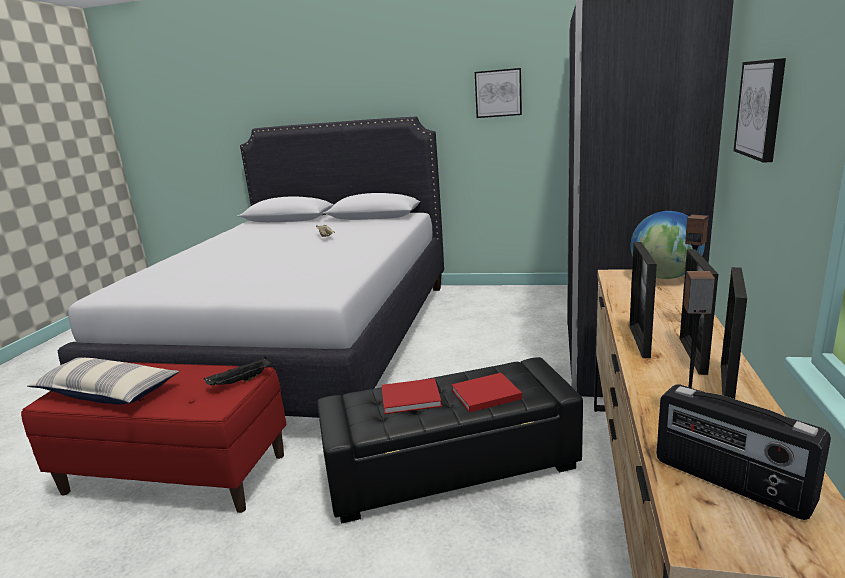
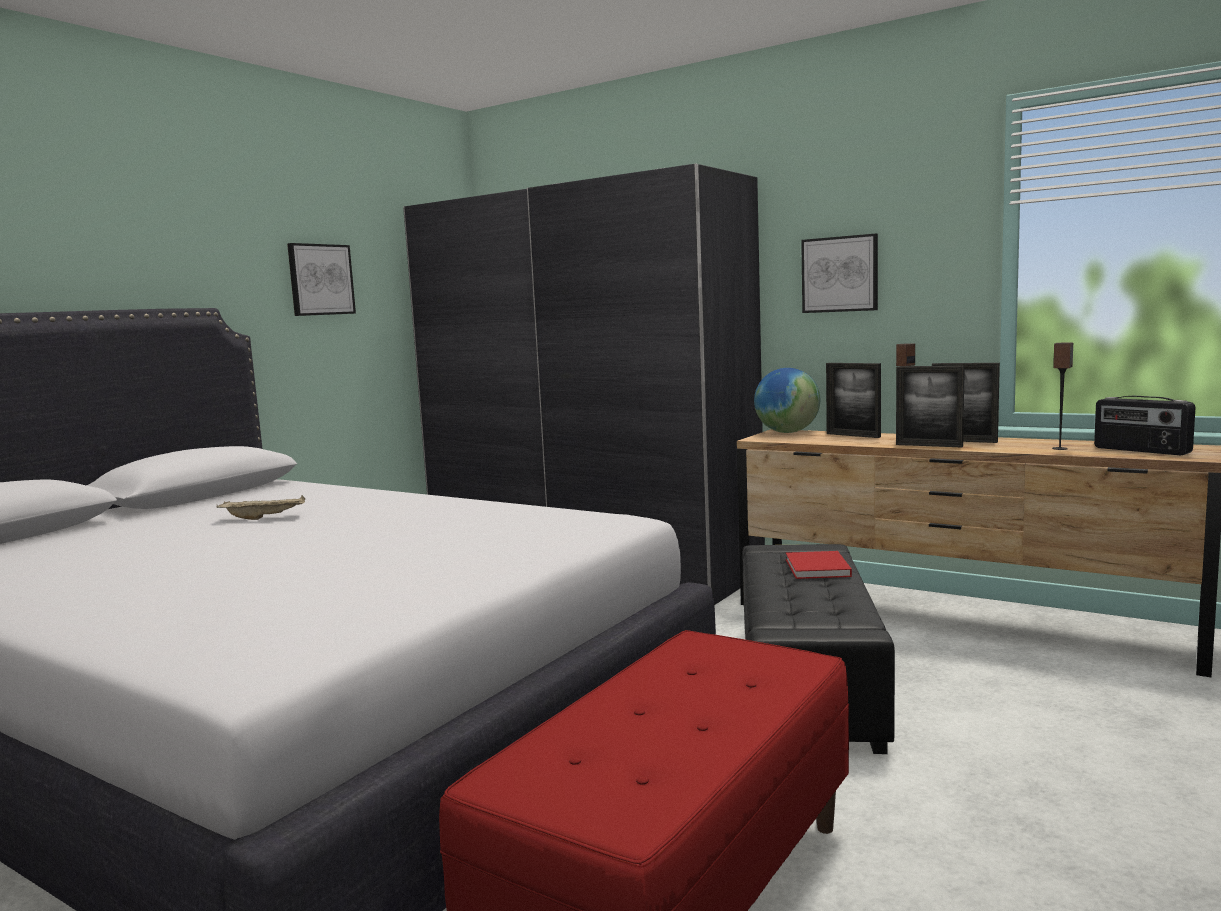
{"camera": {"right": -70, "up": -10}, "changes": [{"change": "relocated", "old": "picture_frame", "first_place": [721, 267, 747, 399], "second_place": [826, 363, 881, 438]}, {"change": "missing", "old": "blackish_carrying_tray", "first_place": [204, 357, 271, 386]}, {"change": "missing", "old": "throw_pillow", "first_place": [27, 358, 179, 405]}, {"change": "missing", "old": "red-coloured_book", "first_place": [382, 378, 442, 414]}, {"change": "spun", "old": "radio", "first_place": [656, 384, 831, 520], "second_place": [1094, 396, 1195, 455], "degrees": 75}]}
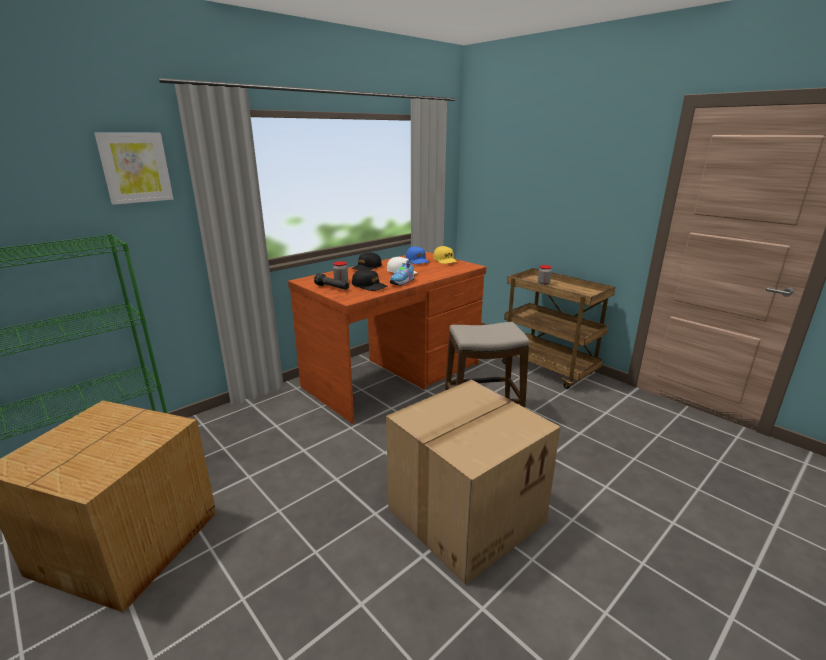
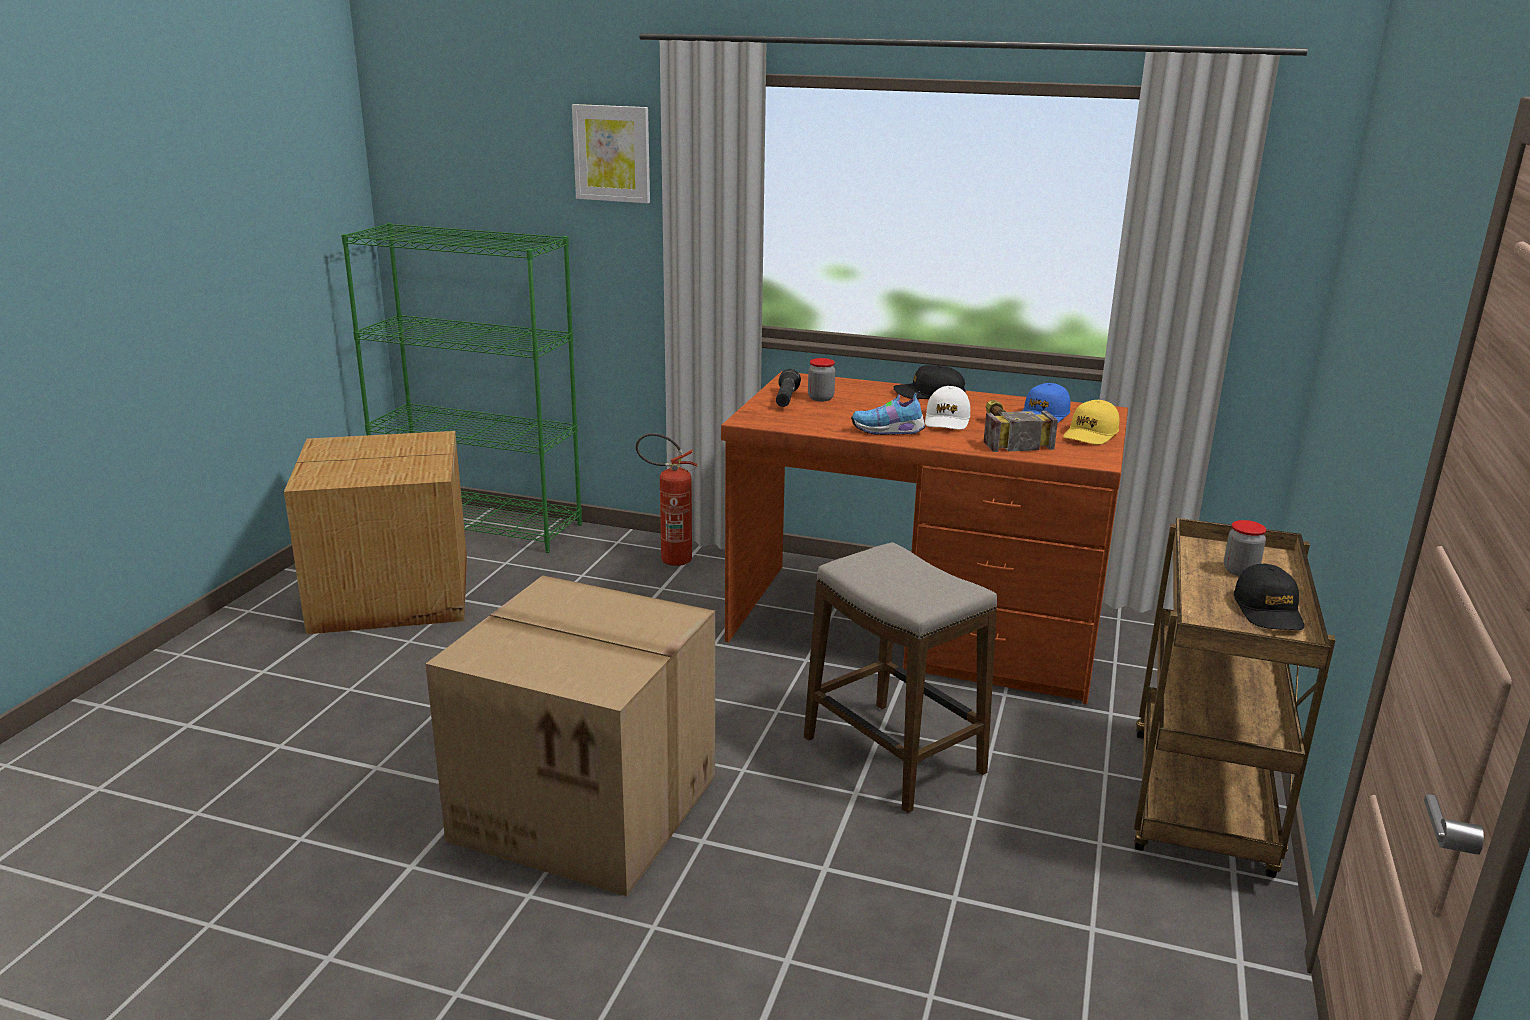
{"camera": {"right": 60, "up": 0}, "changes": [{"change": "relocated", "old": "blackish_baseball_cap", "first_place": [352, 269, 387, 291], "second_place": [1234, 564, 1304, 630]}, {"change": "appeared", "new": "tool_hammer", "second_place": [983, 400, 1058, 452]}, {"change": "appeared", "new": "extinguisher", "second_place": [636, 433, 698, 566]}]}
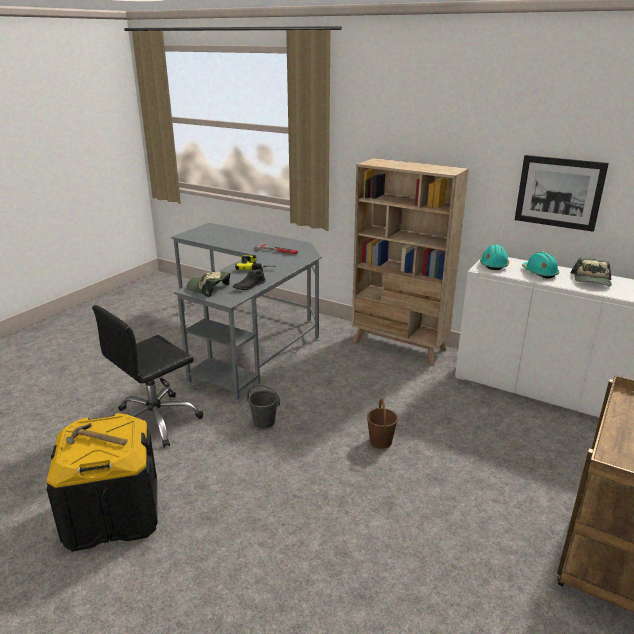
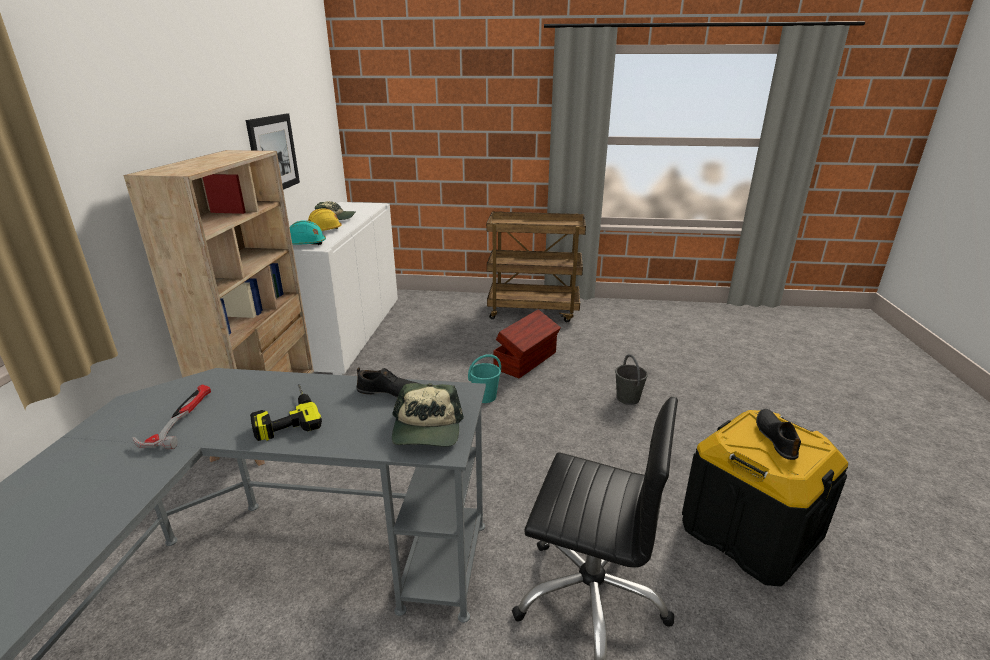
{"camera": {"right": -115, "up": 0}, "changes": [{"change": "colour", "old": "turquoise_work_helmet", "new": "yellow-coloured_work_helmet", "first_place": [522, 252, 559, 278], "second_place": [308, 208, 342, 231]}, {"change": "relocated", "old": "grey_bucket", "first_place": [247, 384, 280, 429], "second_place": [615, 354, 648, 405]}, {"change": "colour", "old": "brown-coloured_bucket", "new": "turquoise_bucket", "first_place": [367, 399, 398, 449], "second_place": [468, 354, 501, 403]}, {"change": "exchanged", "old": "tool_hammer", "new": "blackish_low_shoe", "first_place": [66, 423, 127, 445], "second_place": [756, 409, 801, 460]}, {"change": "appeared", "new": "brown-coloured_storage_bin", "second_place": [493, 309, 561, 378]}]}
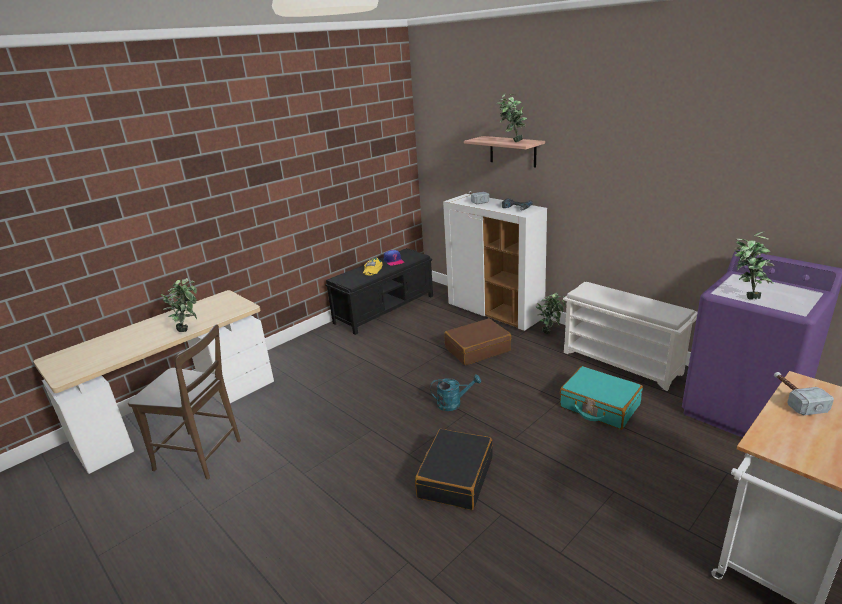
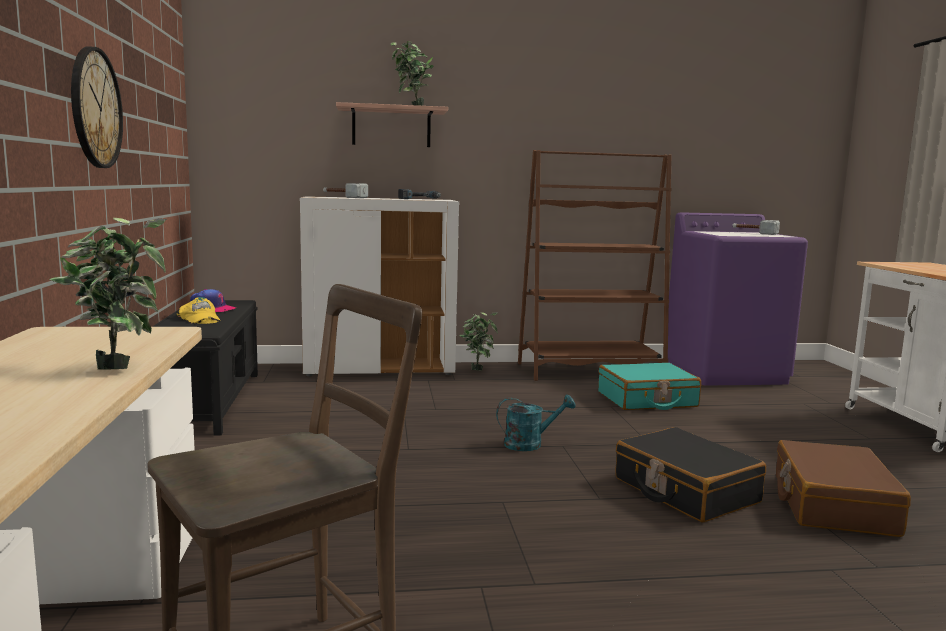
{"camera": {"right": -55, "up": -15}, "changes": [{"change": "missing", "old": "plant_in_a_pot", "first_place": [734, 231, 774, 300]}, {"change": "exchanged", "old": "white-coloured_shoe_shelf", "new": "brown-coloured_bookshelf", "first_place": [563, 282, 698, 391], "second_place": [518, 150, 671, 381]}, {"change": "relocated", "old": "brown-coloured_piece_of_luggage", "first_place": [444, 318, 511, 365], "second_place": [776, 440, 911, 537]}, {"change": "relocated", "old": "tool_hammer", "first_place": [774, 372, 834, 415], "second_place": [732, 220, 780, 235]}, {"change": "spun", "old": "turquoise_watering_can", "first_place": [430, 374, 481, 411], "second_place": [496, 394, 576, 451], "degrees": 45}, {"change": "appeared", "new": "clock_on_the_wall", "second_place": [71, 46, 123, 168]}]}
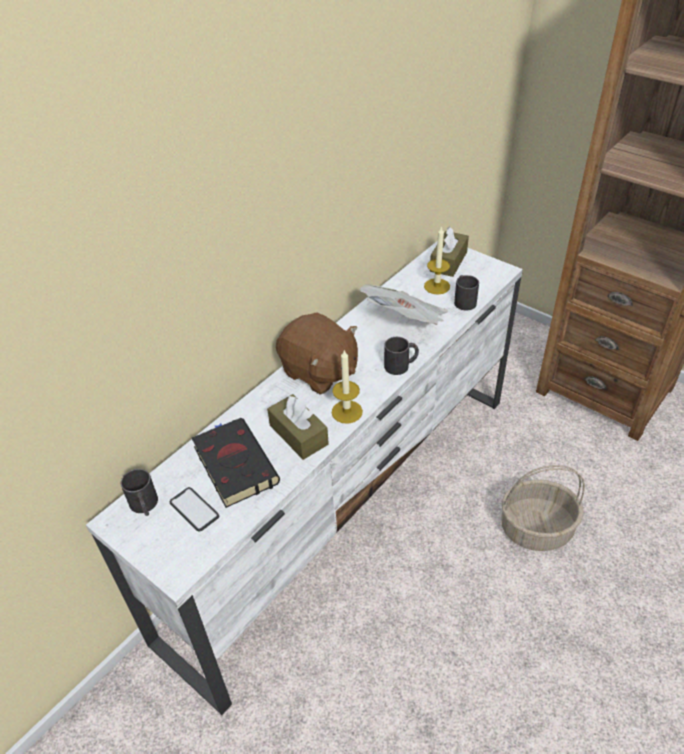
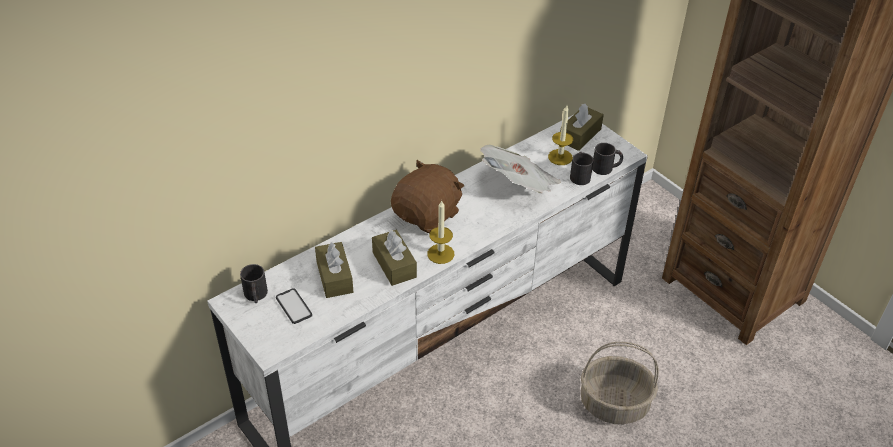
{"camera": {"right": 10, "up": 0}, "changes": [{"change": "spun", "old": "brown-coloured_cuddly_toy", "first_place": [276, 312, 358, 395], "second_place": [391, 160, 464, 233], "degrees": -105}, {"change": "relocated", "old": "blackish_mug", "first_place": [384, 337, 419, 375], "second_place": [592, 143, 623, 175]}, {"change": "exchanged", "old": "blackish_book", "new": "brown-coloured_tissue_box", "first_place": [192, 418, 280, 508], "second_place": [315, 242, 353, 298]}]}
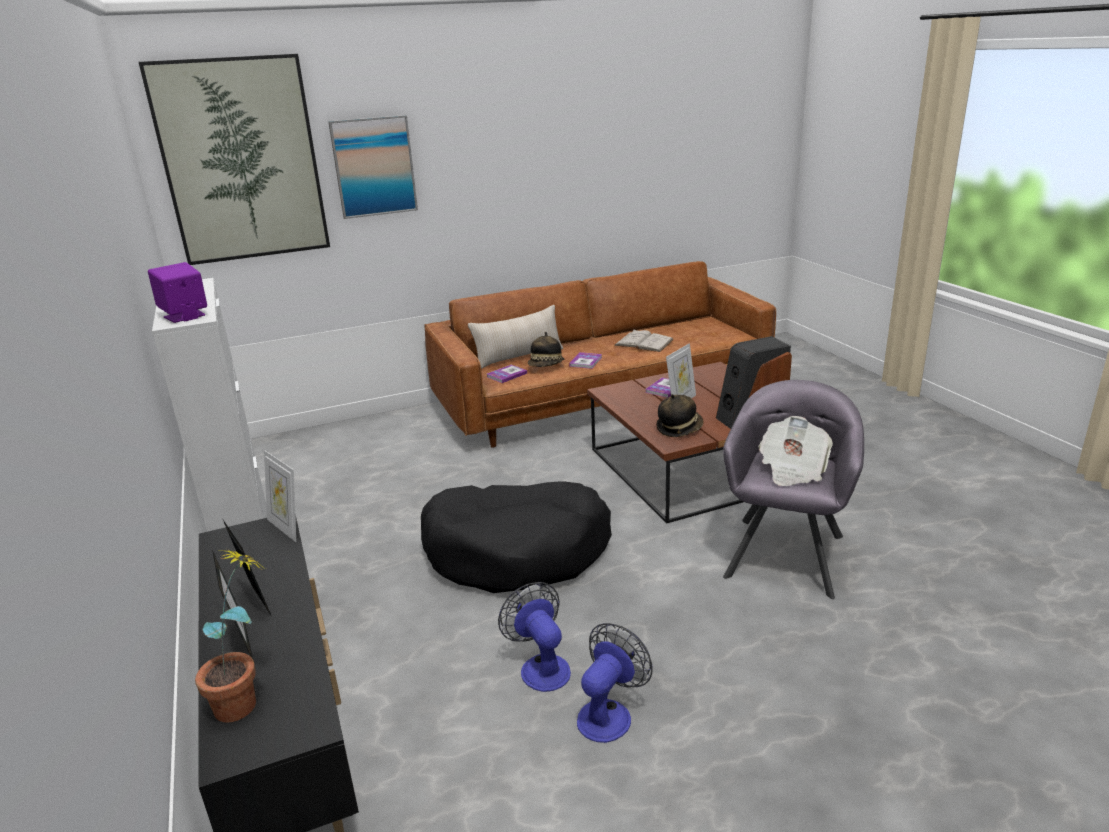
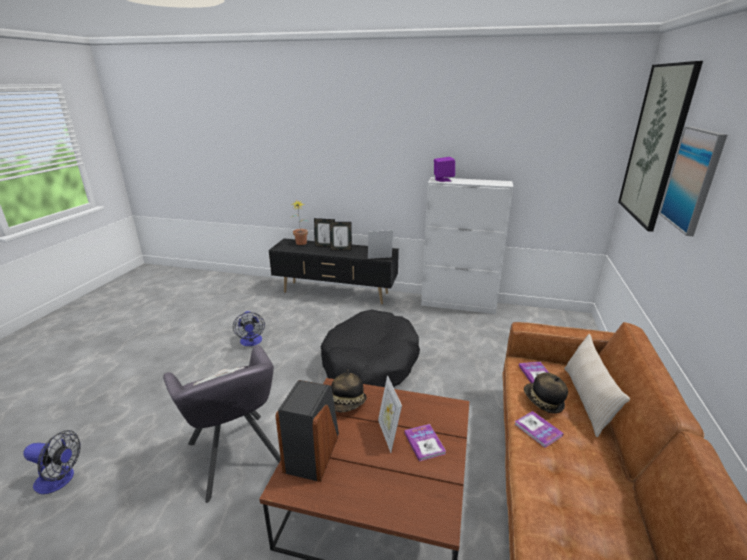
{"camera": {"right": 125, "up": 0}, "changes": [{"change": "missing", "old": "white-coloured_book", "first_place": [614, 330, 674, 352]}, {"change": "relocated", "old": "electric_fan", "first_place": [498, 582, 571, 692], "second_place": [23, 430, 81, 494]}]}
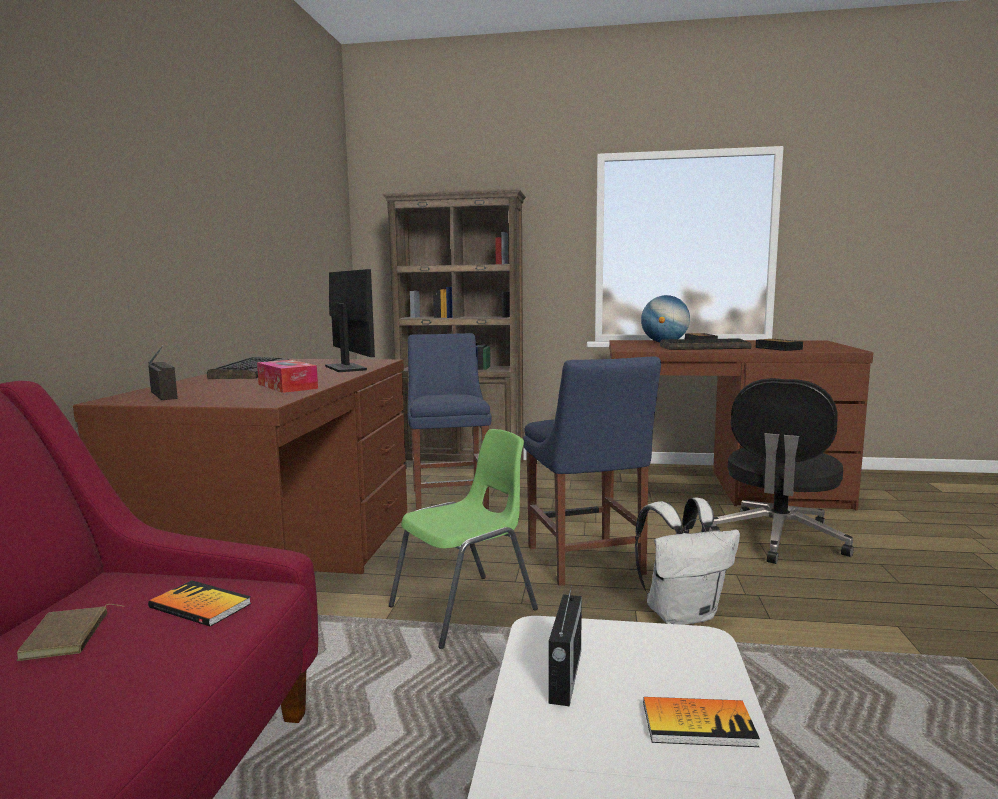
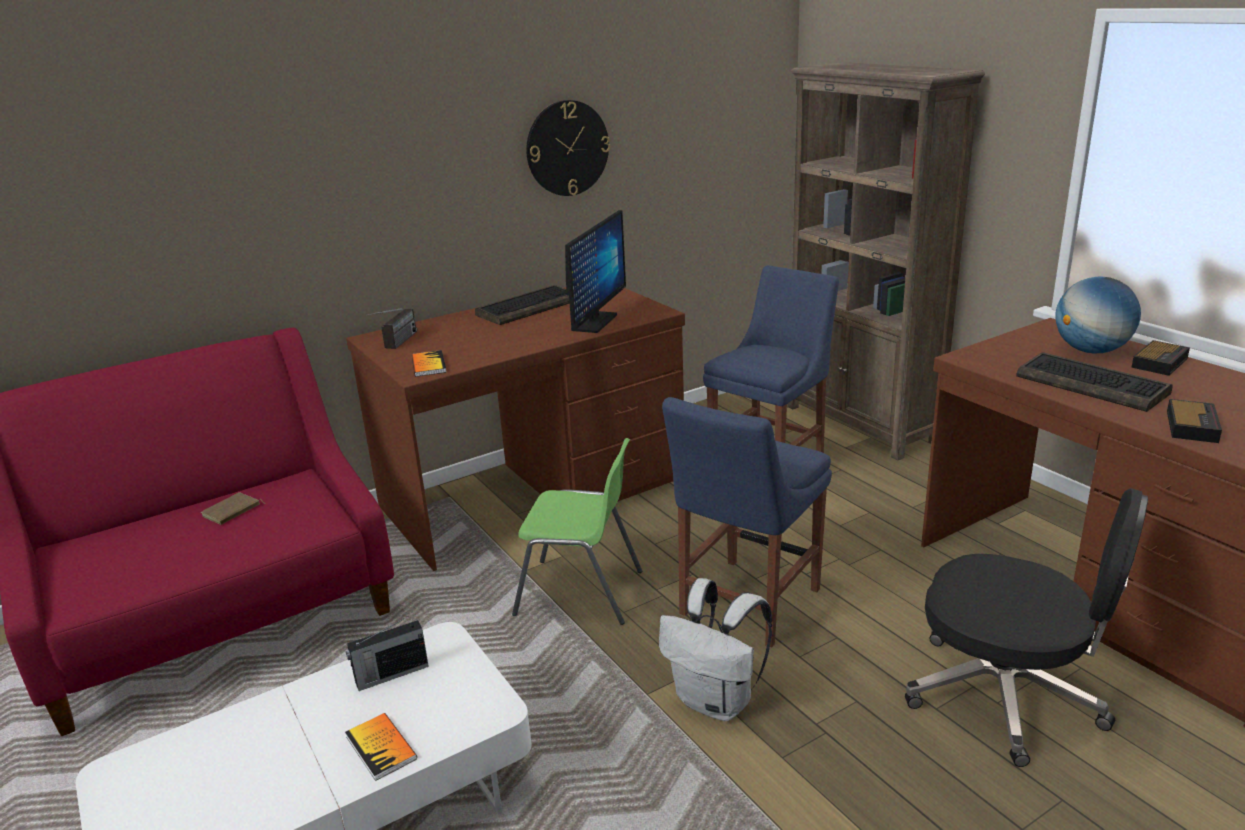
{"camera": {"right": 50, "up": 15}, "changes": [{"change": "missing", "old": "tissue_box", "first_place": [257, 360, 318, 393]}, {"change": "spun", "old": "blackish_computer_chair", "first_place": [709, 378, 854, 564], "second_place": [905, 488, 1148, 767], "degrees": -135}, {"change": "relocated", "old": "book", "first_place": [148, 580, 251, 627], "second_place": [412, 350, 446, 377]}, {"change": "appeared", "new": "clock_on_the_wall", "second_place": [526, 100, 610, 196]}]}
